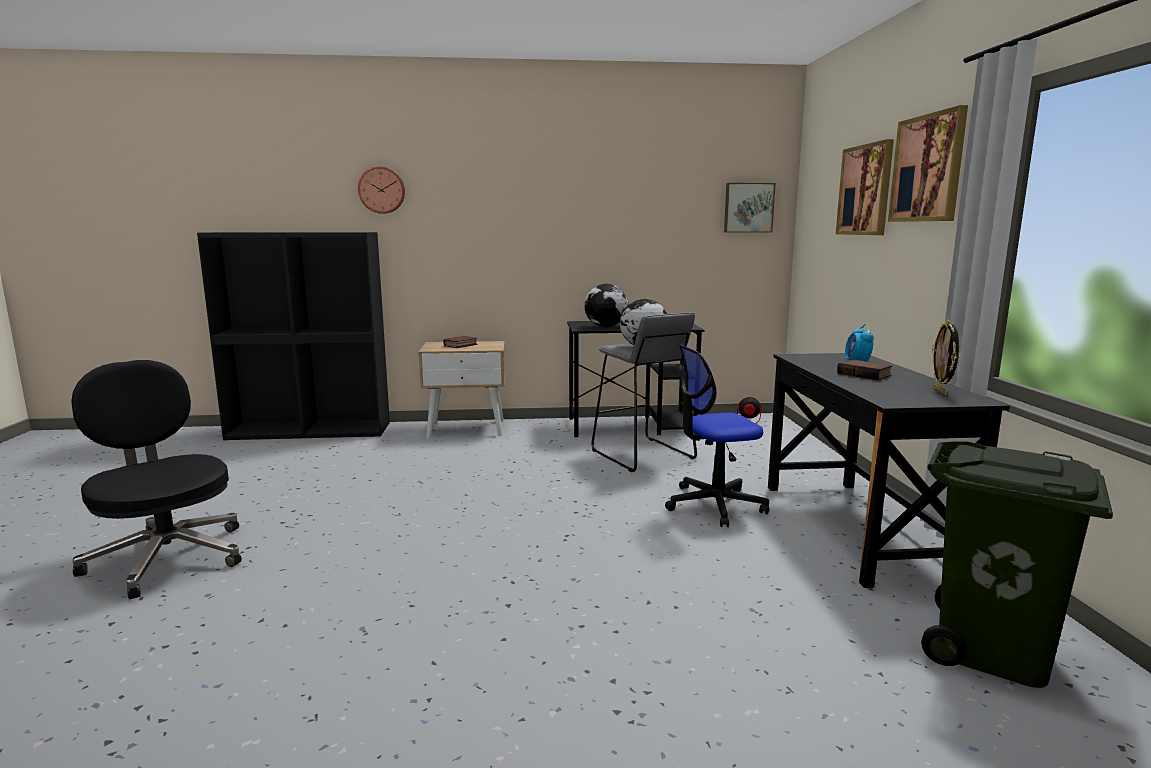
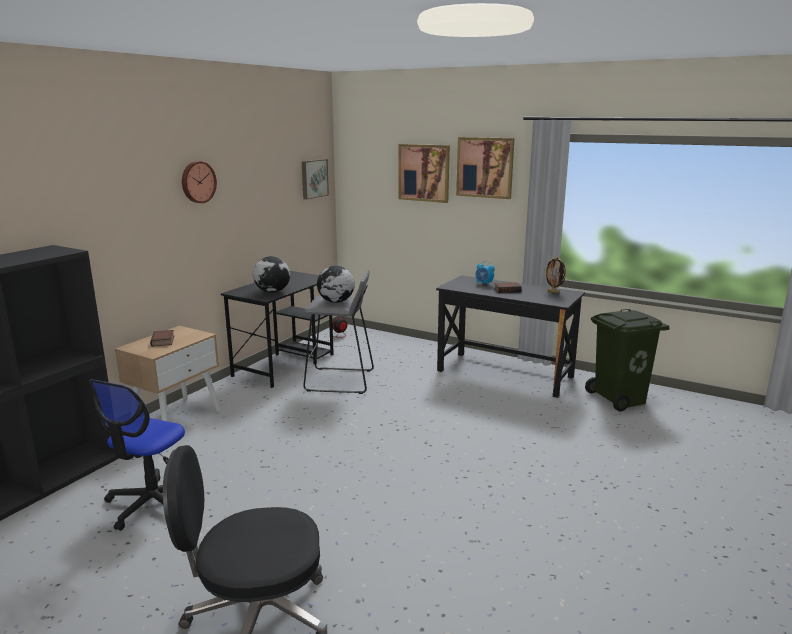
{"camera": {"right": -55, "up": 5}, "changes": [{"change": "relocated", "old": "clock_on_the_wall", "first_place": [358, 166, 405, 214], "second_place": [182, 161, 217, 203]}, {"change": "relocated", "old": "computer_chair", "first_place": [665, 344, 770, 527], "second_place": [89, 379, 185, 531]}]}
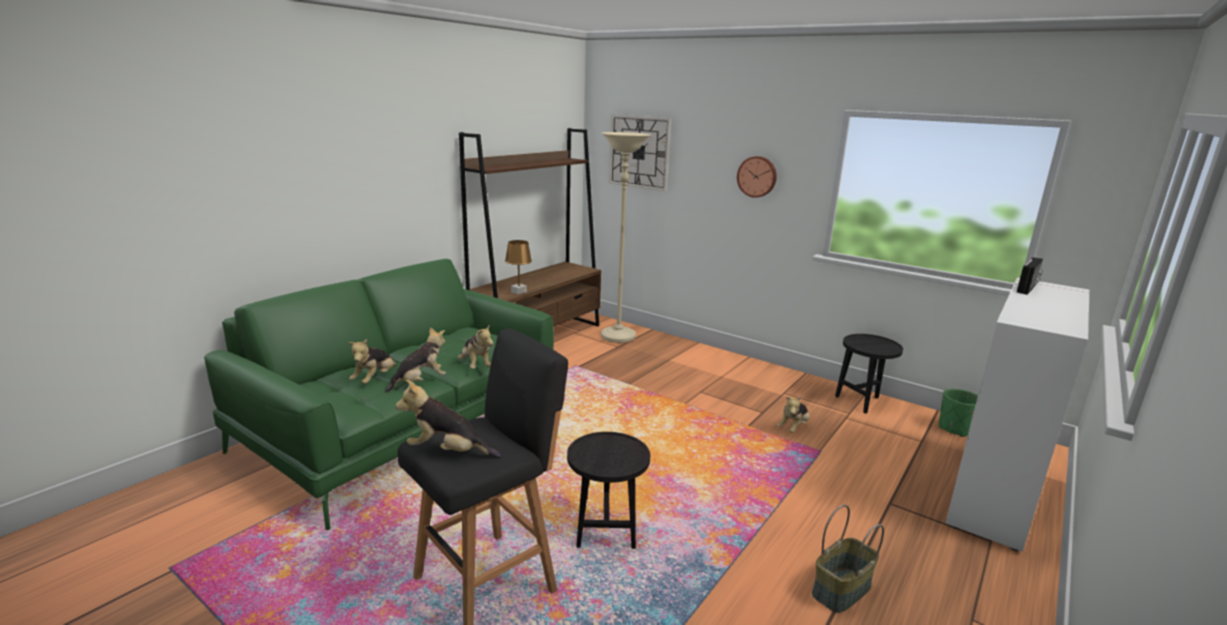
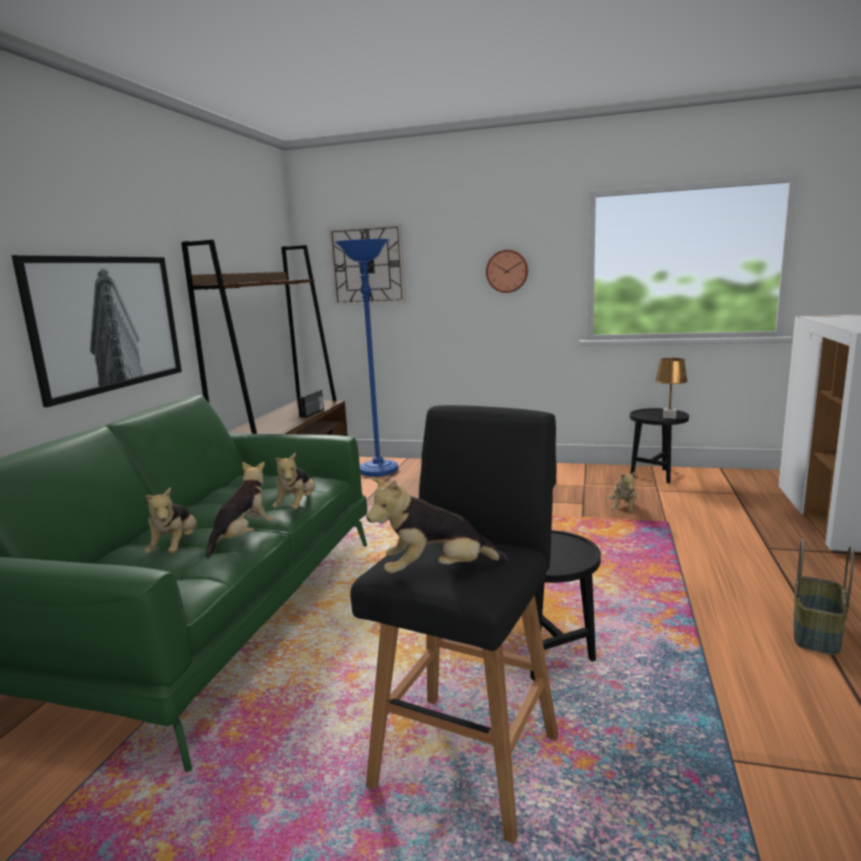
{"camera": {"right": -20, "up": -5}, "changes": [{"change": "colour", "old": "beige-coloured_floor_lamp", "new": "blue_floor_lamp", "first_place": [601, 132, 651, 343], "second_place": [334, 239, 398, 477]}, {"change": "relocated", "old": "brown-coloured_tabletop_lamp", "first_place": [505, 240, 532, 295], "second_place": [655, 358, 688, 419]}, {"change": "relocated", "old": "radio", "first_place": [1017, 257, 1043, 295], "second_place": [297, 390, 324, 418]}, {"change": "spun", "old": "cuddly_toy", "first_place": [458, 324, 494, 369], "second_place": [272, 452, 315, 510], "degrees": 60}, {"change": "missing", "old": "greenish_planter", "first_place": [939, 389, 978, 437]}, {"change": "appeared", "new": "picture", "second_place": [12, 255, 182, 407]}]}
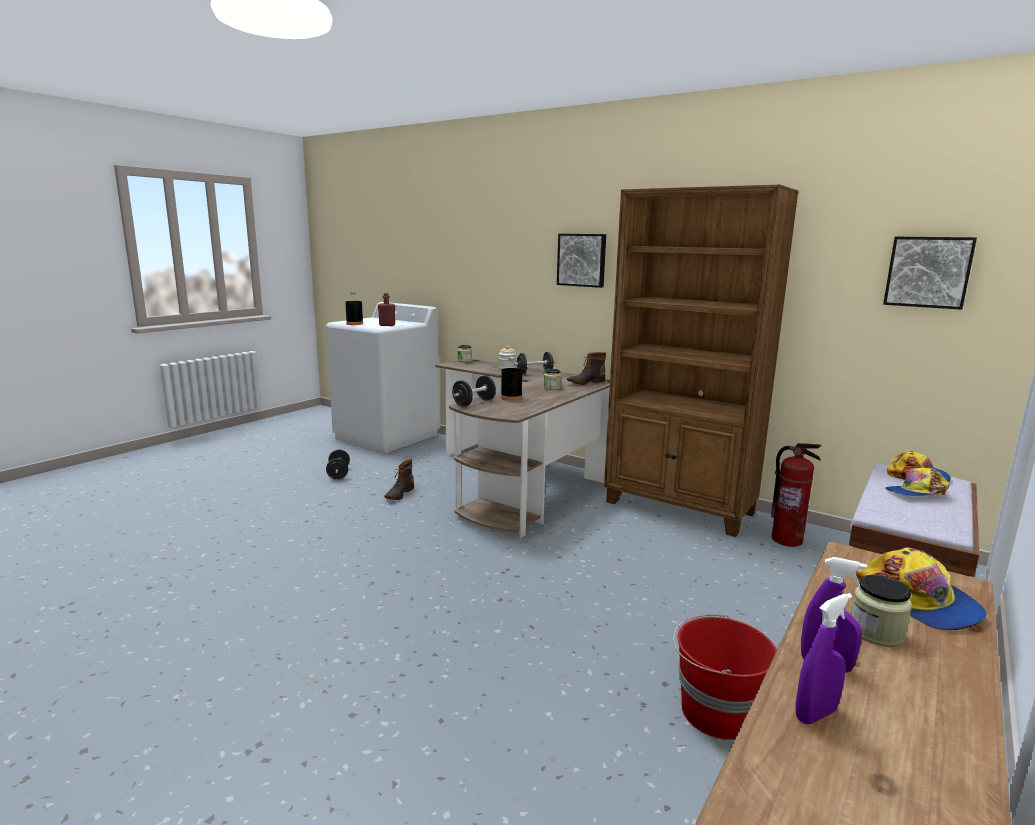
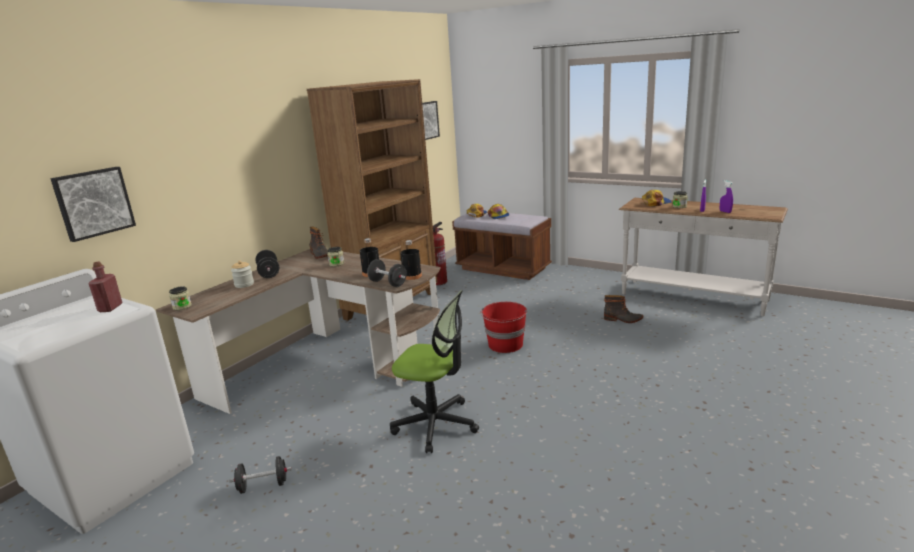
{"camera": {"right": -90, "up": 5}, "changes": [{"change": "relocated", "old": "picture", "first_place": [557, 234, 606, 288], "second_place": [51, 167, 136, 242]}, {"change": "relocated", "old": "blackish_beverage_bottle", "first_place": [345, 292, 363, 325], "second_place": [400, 240, 422, 280]}, {"change": "relocated", "old": "high-top_boot", "first_place": [384, 459, 414, 500], "second_place": [604, 295, 643, 323]}, {"change": "relocated", "old": "red-coloured_bucket", "first_place": [673, 614, 777, 740], "second_place": [481, 302, 527, 353]}, {"change": "appeared", "new": "computer_chair", "second_place": [390, 290, 479, 453]}]}
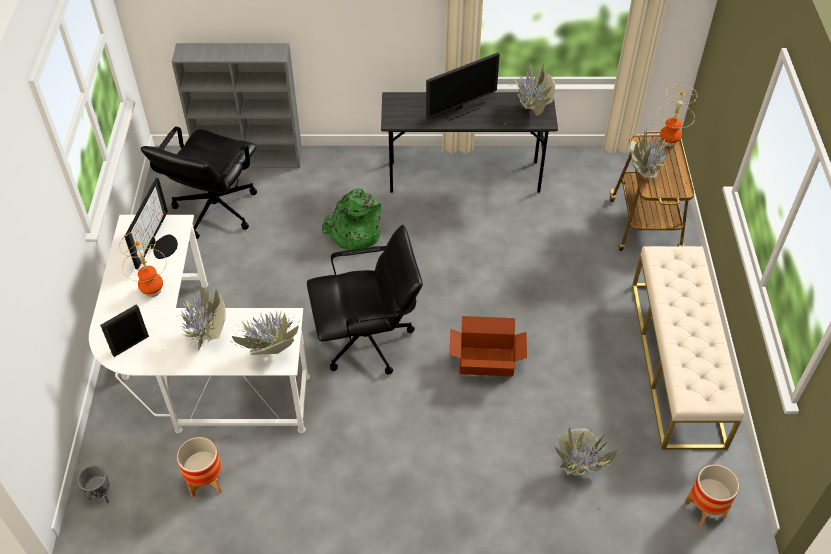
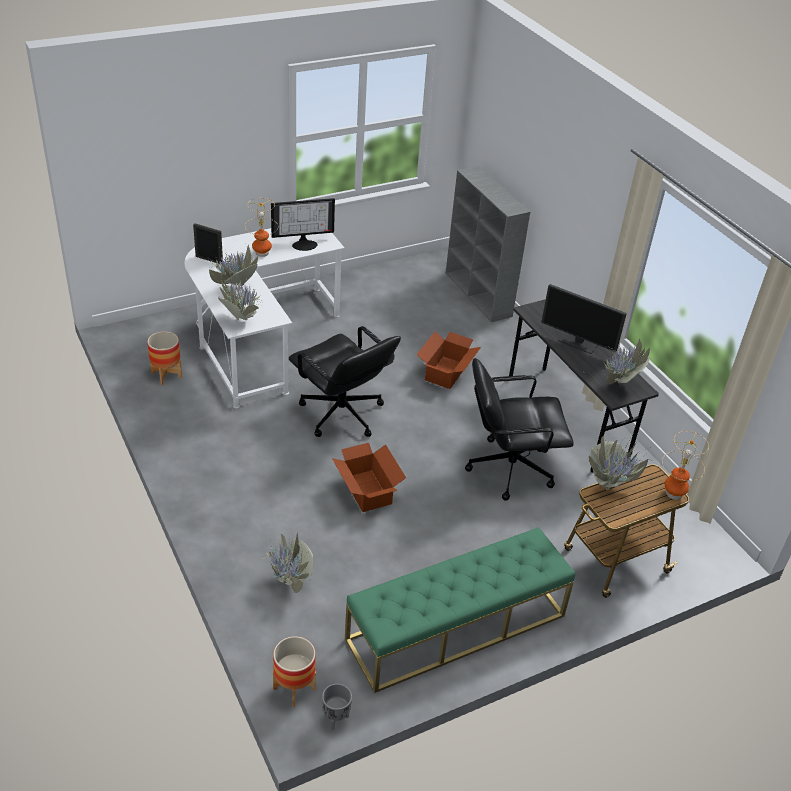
{"camera": {"right": 60, "up": -10}, "changes": [{"change": "relocated", "old": "blackish_computer_chair", "first_place": [141, 127, 257, 239], "second_place": [465, 358, 574, 501]}, {"change": "exchanged", "old": "greenish_backpack", "new": "cardboard_box", "first_place": [322, 188, 381, 250], "second_place": [416, 331, 481, 389]}, {"change": "colour", "old": "beige-coloured_bench", "new": "greenish_bench", "first_place": [632, 246, 744, 450], "second_place": [345, 527, 575, 693]}, {"change": "relocated", "old": "grey_planter", "first_place": [77, 465, 110, 504], "second_place": [322, 684, 352, 730]}]}
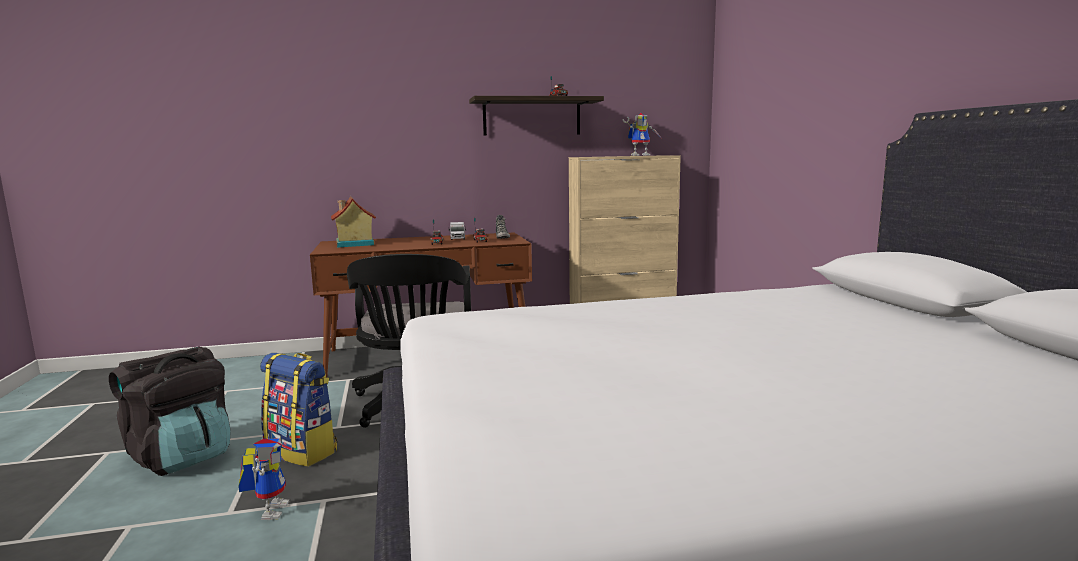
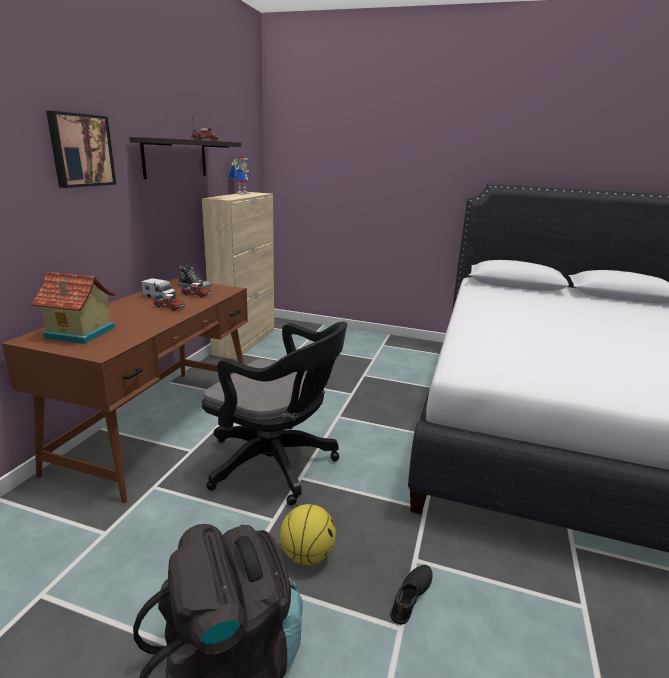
{"camera": {"right": -60, "up": 10}, "changes": [{"change": "exchanged", "old": "backpack", "new": "basketball_ball", "first_place": [260, 353, 337, 467], "second_place": [280, 504, 336, 565]}, {"change": "exchanged", "old": "model_robot", "new": "blackish_low_shoe", "first_place": [238, 438, 289, 520], "second_place": [390, 565, 433, 625]}, {"change": "appeared", "new": "picture", "second_place": [46, 111, 116, 188]}]}
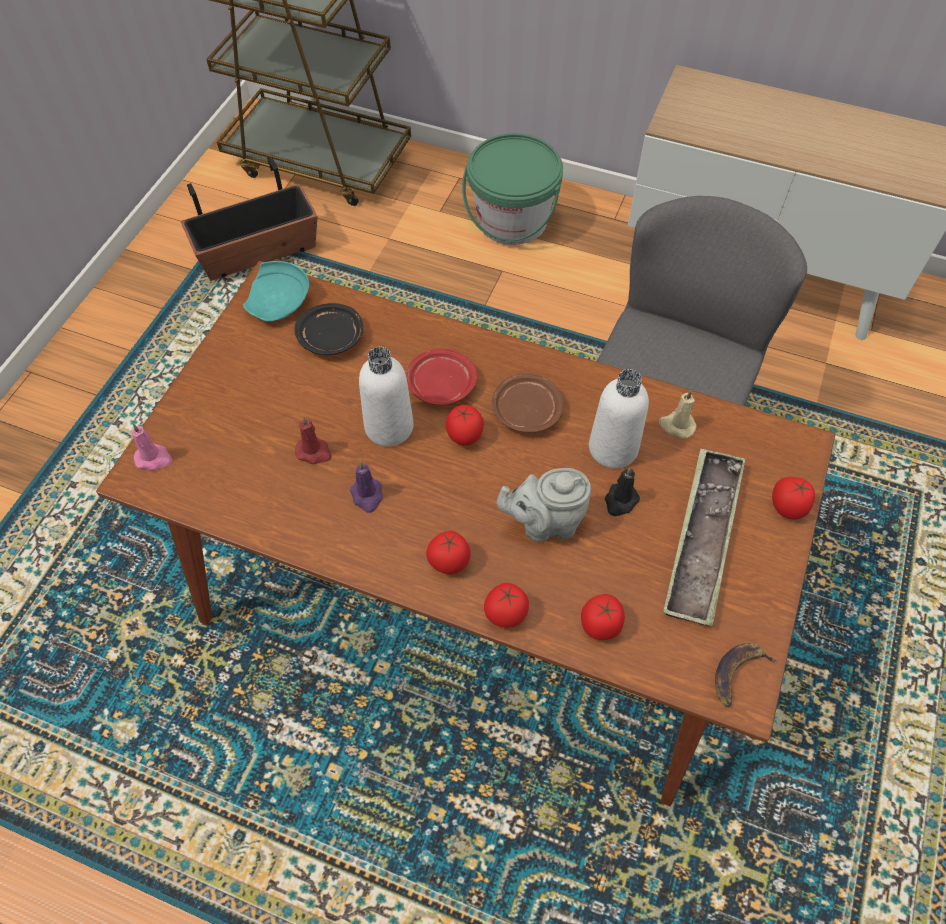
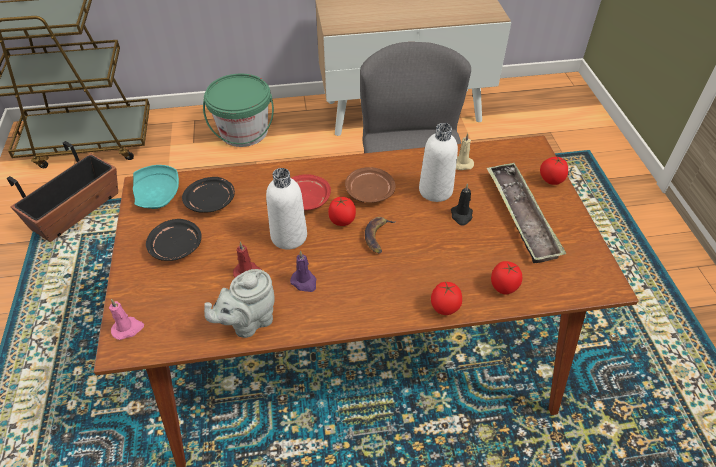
{"camera": {"right": -30, "up": -10}, "changes": [{"change": "relocated", "old": "grey_teapot", "first_place": [497, 468, 591, 542], "second_place": [204, 269, 275, 338]}, {"change": "missing", "old": "fresh_tomato", "first_place": [426, 531, 471, 574]}, {"change": "relocated", "old": "banana", "first_place": [715, 643, 778, 707], "second_place": [365, 217, 396, 254]}, {"change": "appeared", "new": "blackish_dinner_plate", "second_place": [146, 219, 201, 261]}]}
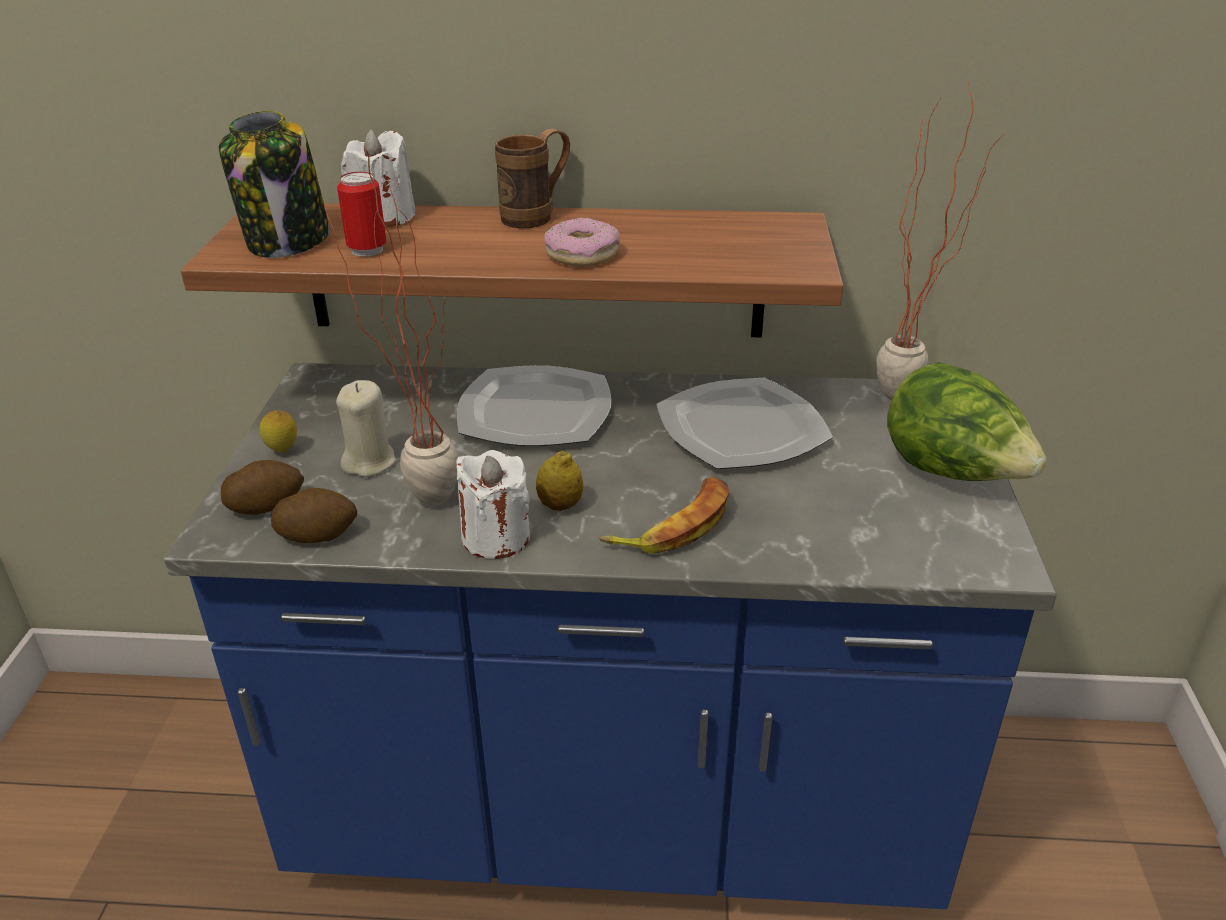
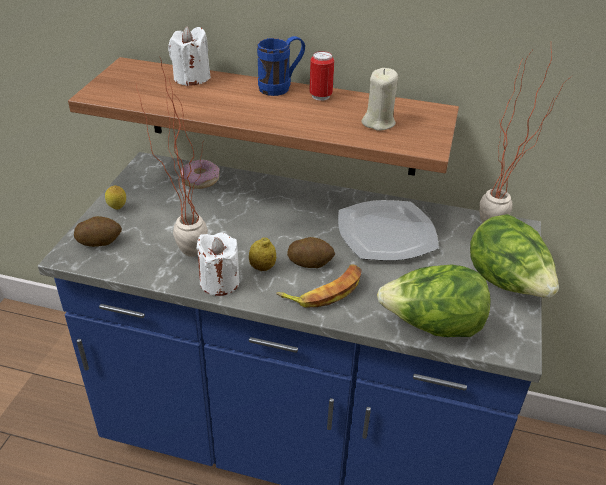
{"camera": {"right": 10, "up": 5}, "changes": [{"change": "missing", "old": "storage_jar", "first_place": [219, 111, 330, 258]}, {"change": "colour", "old": "brown-coloured_mug", "new": "blue_mug", "first_place": [495, 129, 570, 228], "second_place": [257, 36, 305, 96]}, {"change": "relocated", "old": "metal_can", "first_place": [337, 172, 387, 257], "second_place": [309, 51, 334, 101]}, {"change": "relocated", "old": "doughnut", "first_place": [544, 218, 620, 267], "second_place": [180, 160, 220, 189]}, {"change": "missing", "old": "dinner_plate", "first_place": [457, 365, 611, 446]}, {"change": "relocated", "old": "beige-coloured_candle", "first_place": [336, 380, 396, 477], "second_place": [362, 68, 398, 131]}, {"change": "relocated", "old": "potato", "first_place": [271, 488, 357, 543], "second_place": [287, 237, 335, 268]}, {"change": "appeared", "new": "lettuce", "second_place": [377, 265, 490, 337]}]}
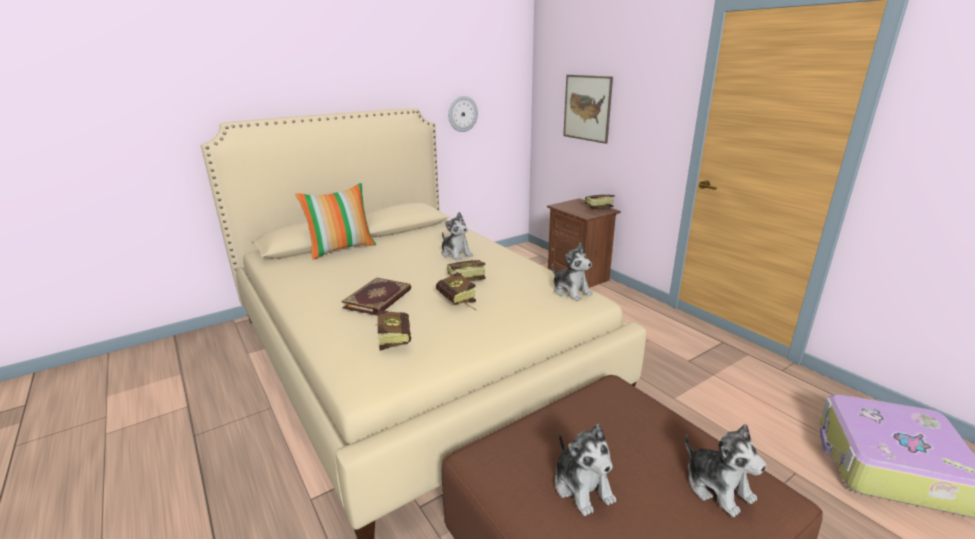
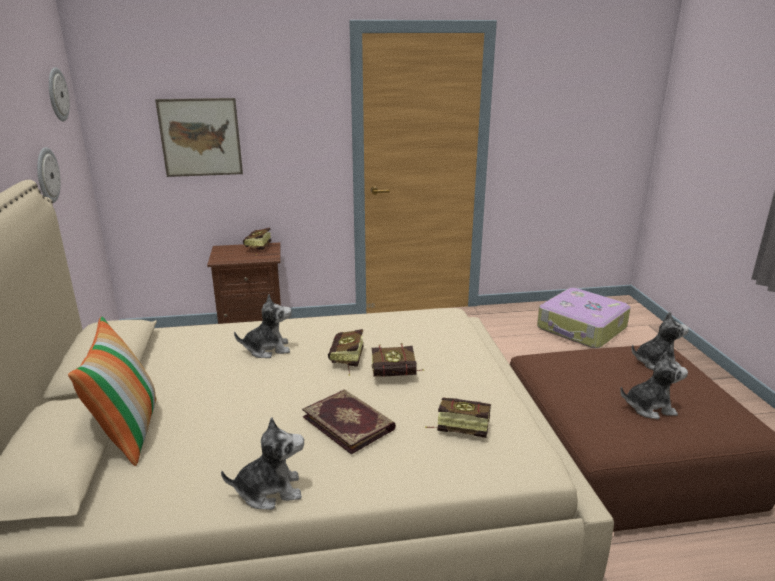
{"camera": {"right": -65, "up": 0}, "changes": [{"change": "relocated", "old": "cuddly_toy", "first_place": [552, 243, 593, 301], "second_place": [221, 417, 304, 510]}, {"change": "appeared", "new": "clock_on_the_wall", "second_place": [49, 67, 70, 121]}]}
